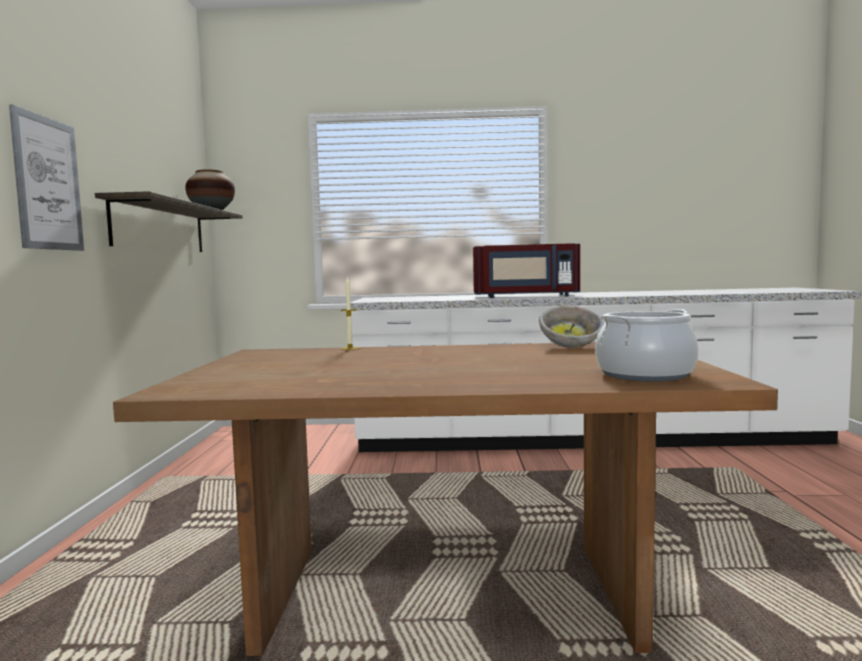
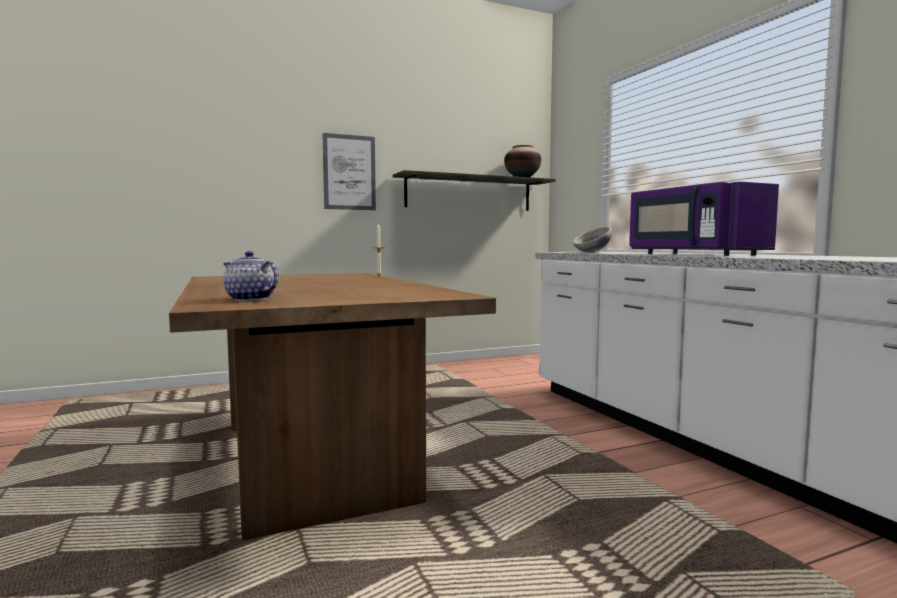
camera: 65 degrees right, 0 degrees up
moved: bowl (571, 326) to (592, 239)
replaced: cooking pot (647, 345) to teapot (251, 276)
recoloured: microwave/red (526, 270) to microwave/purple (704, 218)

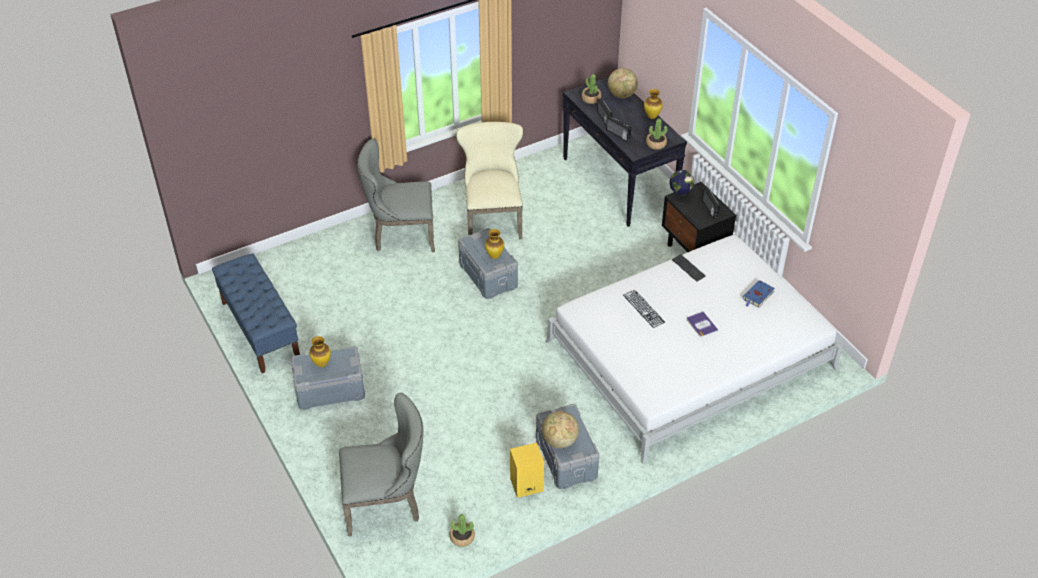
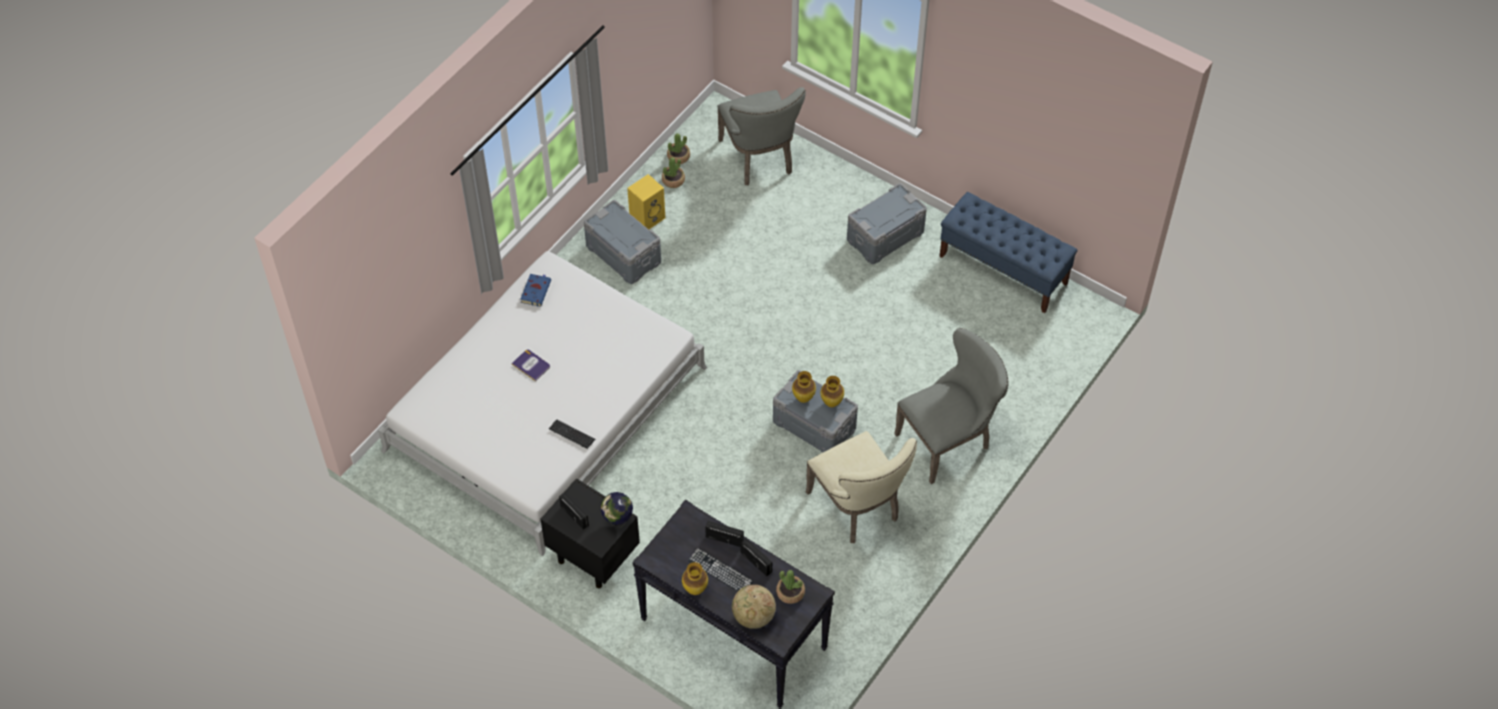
camera: 155 degrees right, 10 degrees up
removed: globe (560, 429)
moved: vase (320, 351) to (832, 391); keyboard (644, 309) to (720, 569); potted plant (656, 134) to (673, 172); book/blue (758, 294) to (535, 290)
turned: chair/grey (381, 464) = (762, 136) 75 degrees counterclockwise

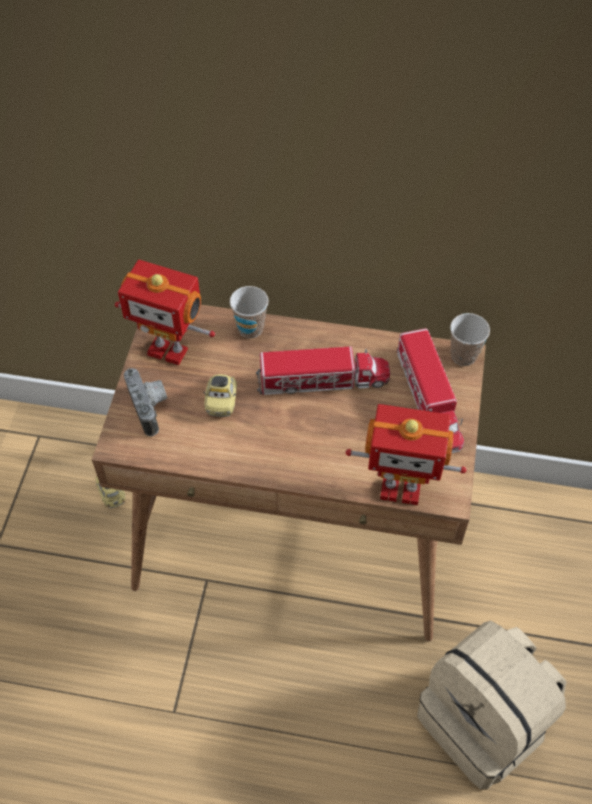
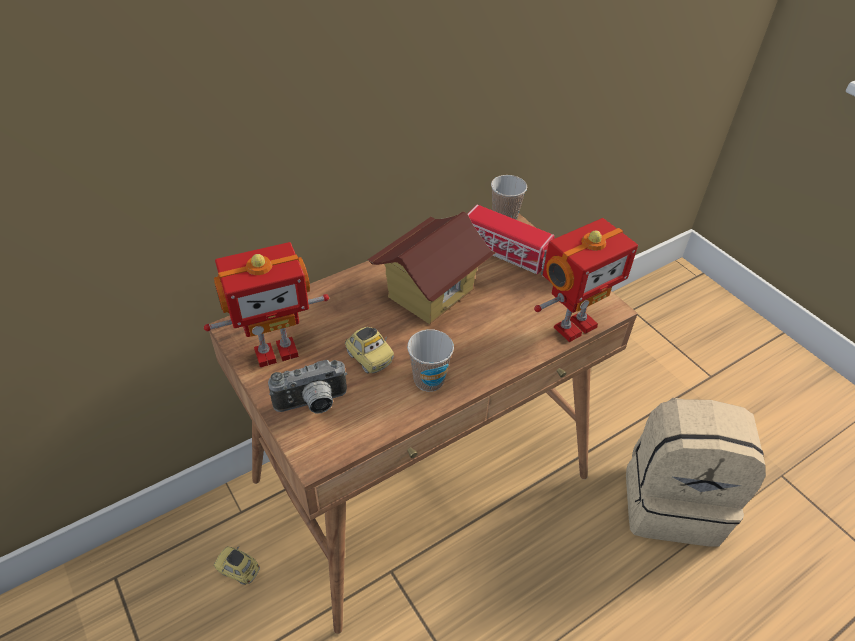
camera: 45 degrees left, 10 degrees down
moved: cup (249, 312) to (430, 360)
replaced: toy truck (323, 370) to toy house (431, 268)
turned: photo camera (145, 402) = (307, 387) 135 degrees clockwise

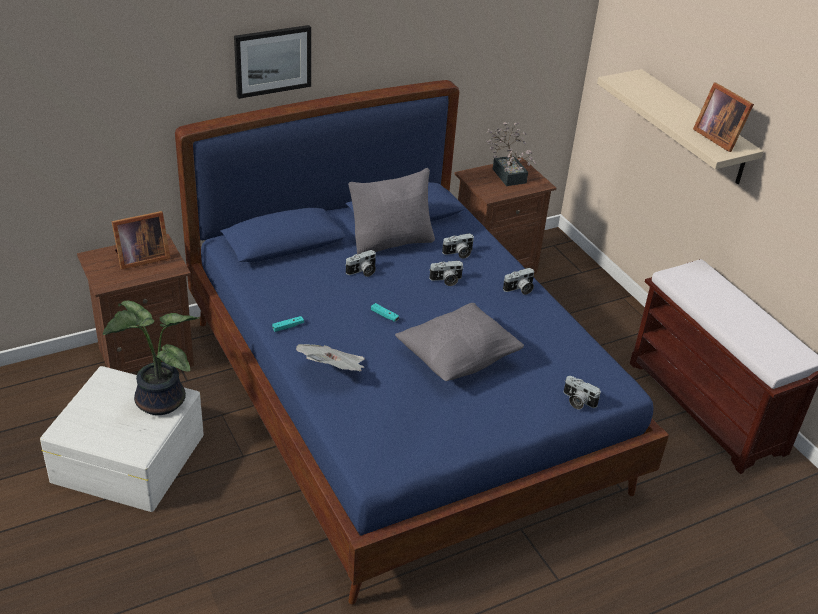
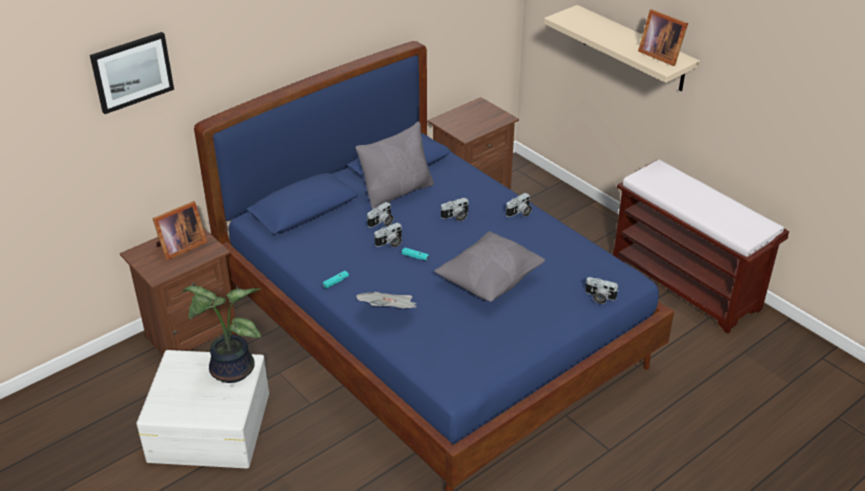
camera: 10 degrees left, 0 degrees up
removed: potted plant (511, 154)
moved: picture (272, 62) to (132, 73); photo camera (458, 246) to (388, 234)

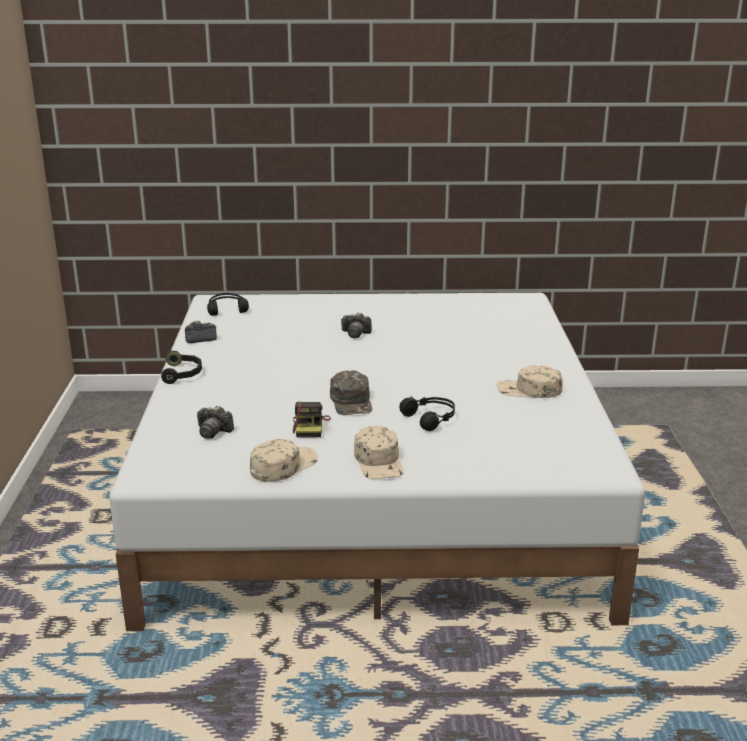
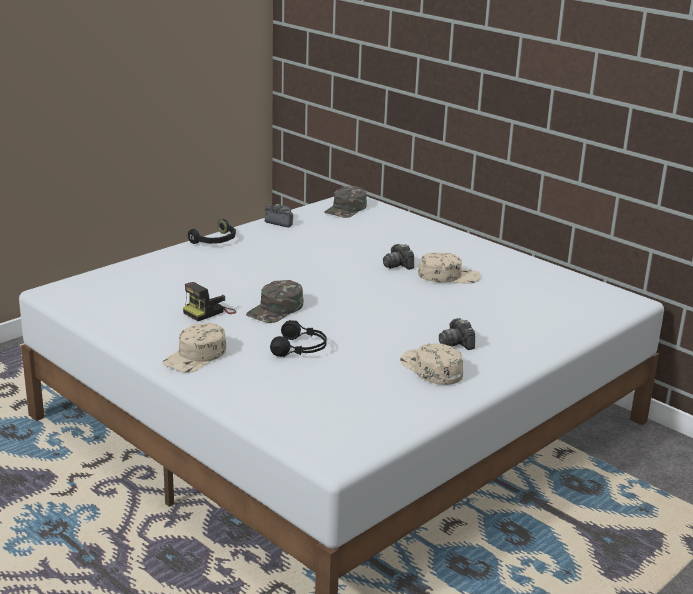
camera: 45 degrees right, 0 degrees up
moved: photo camera (215, 422) to (457, 334); cap/beige (284, 460) to (449, 268)
replaced: headphones/black (228, 304) to cap/green (345, 202)

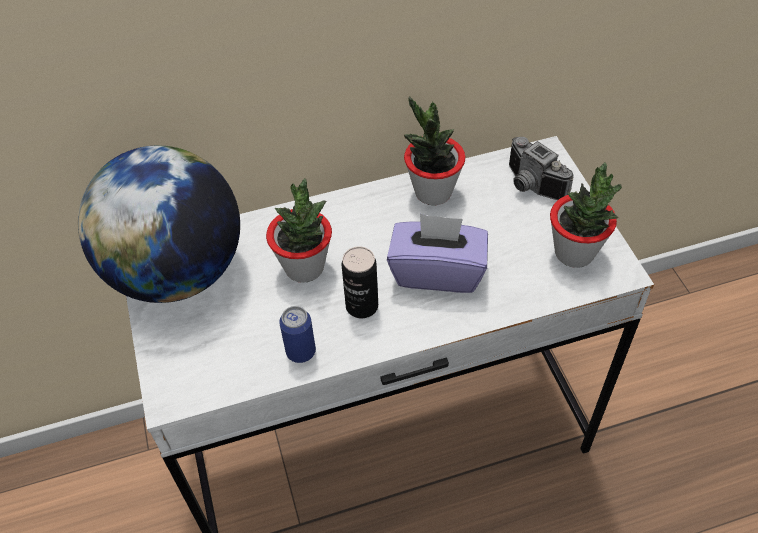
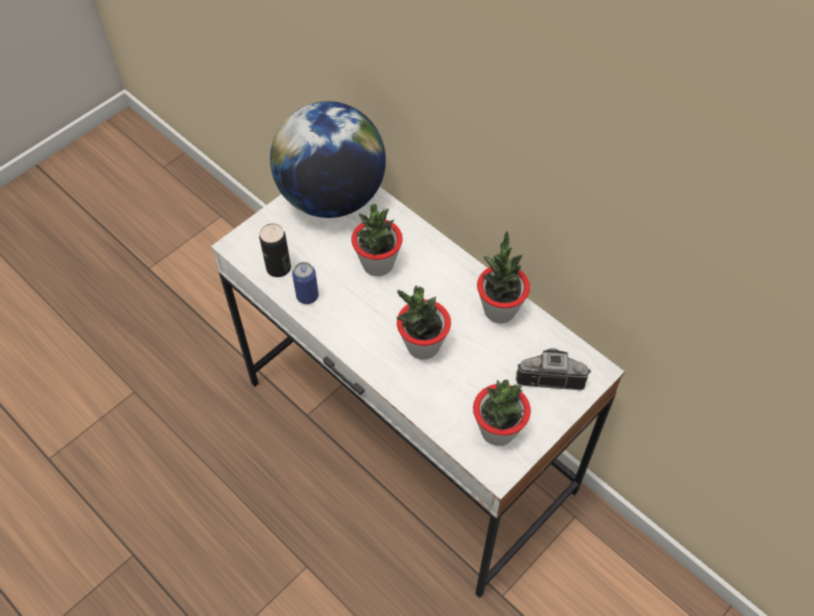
camera: 60 degrees right, 5 degrees up
moved: can (359, 282) to (275, 250)
replaced: tissue box/purple (437, 253) to potted plant (424, 322)
turned: photo camera (541, 168) = (553, 369) 75 degrees clockwise

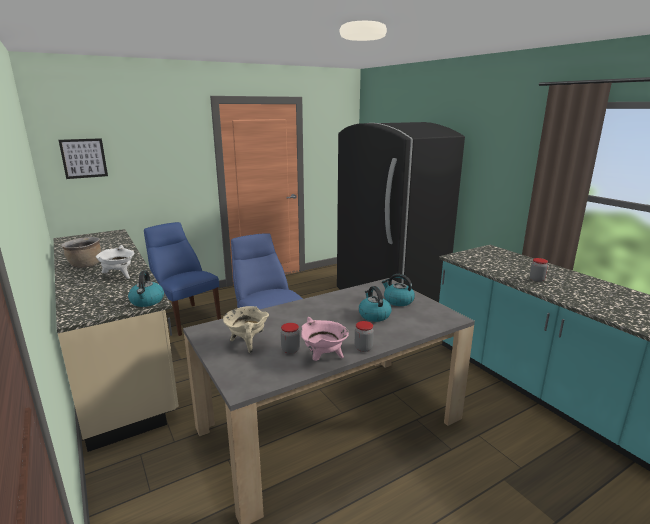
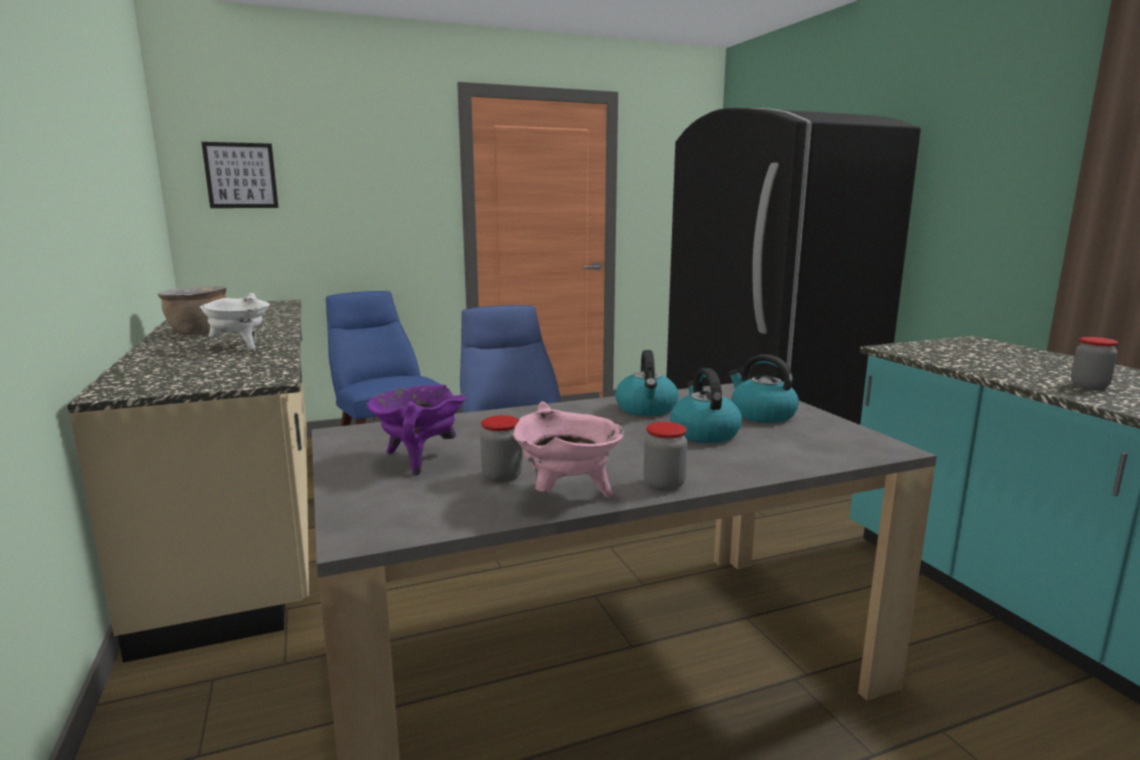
camera: 10 degrees right, 5 degrees down
moved: kettle (146, 289) to (646, 383)
recoloured: cooking pot/beige (246, 329) to cooking pot/purple (416, 430)

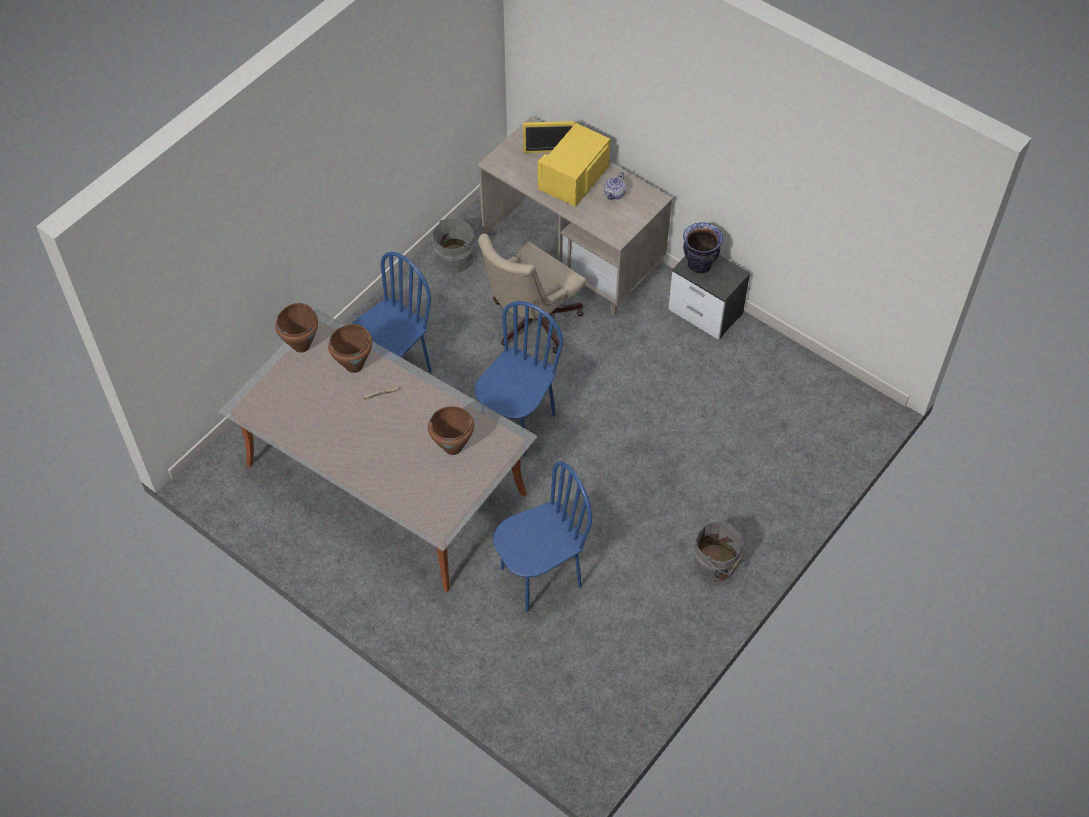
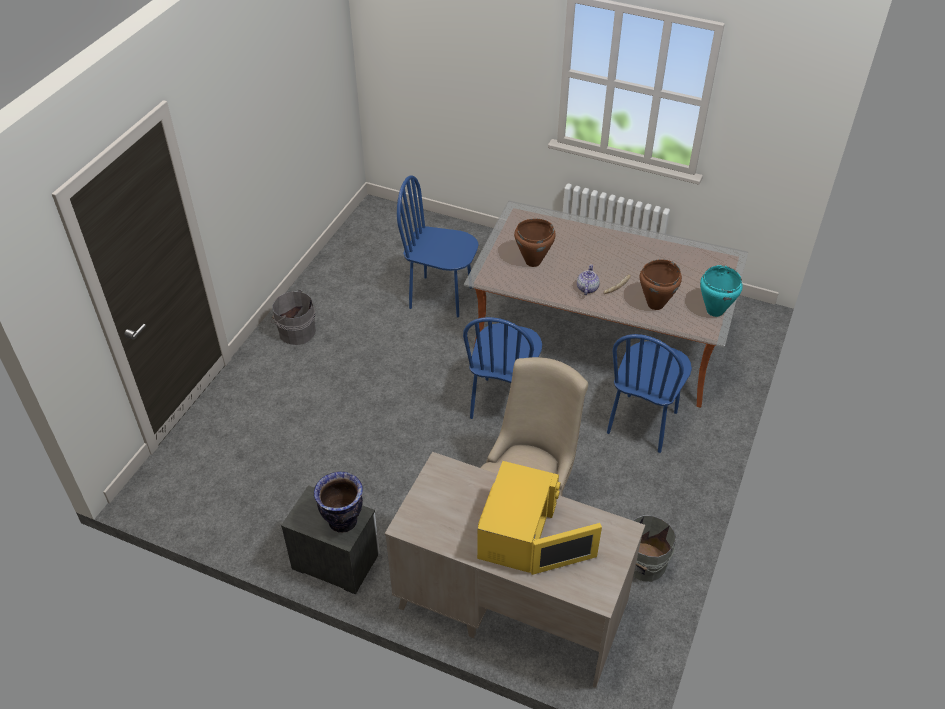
camera: 165 degrees right, 10 degrees down
moved: teapot (615, 186) to (588, 279)
recoloured: cooking pot/brown (297, 328) to cooking pot/turquoise (721, 291)
turned: chair/blue (542, 536) = (438, 246) 60 degrees clockwise

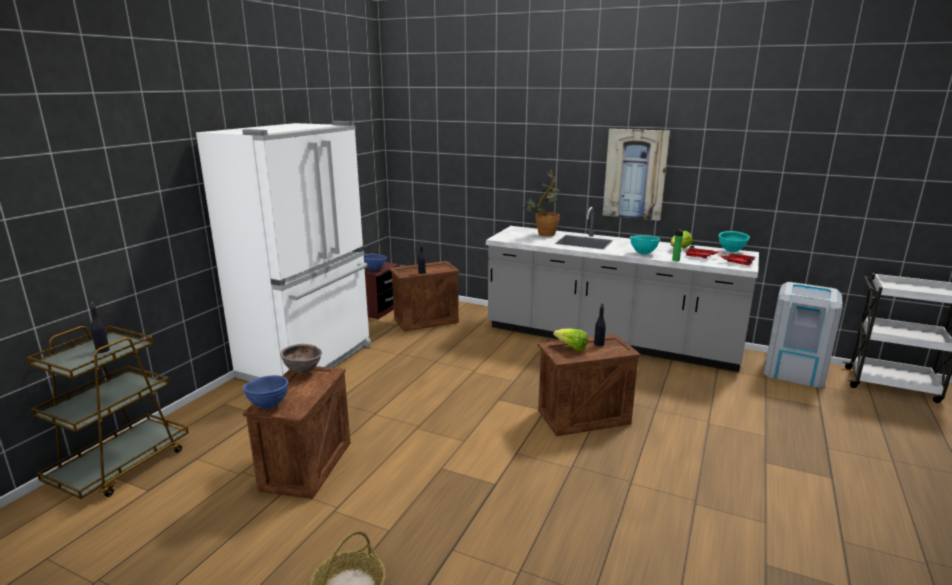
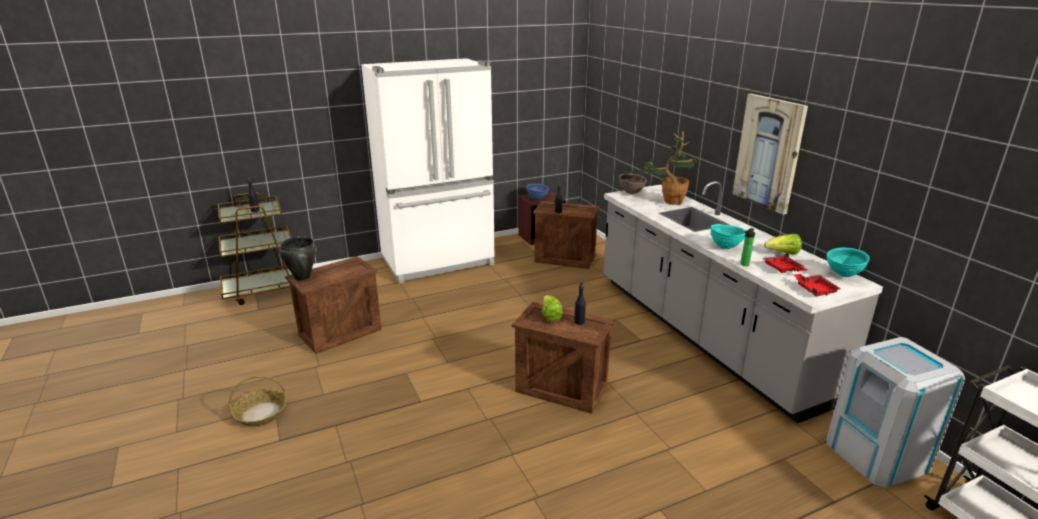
camera: 40 degrees right, 5 degrees up
moved: bowl/brown (301, 359) to (633, 183)
replaced: bowl/blue (265, 392) to cooking pot/black (298, 258)

